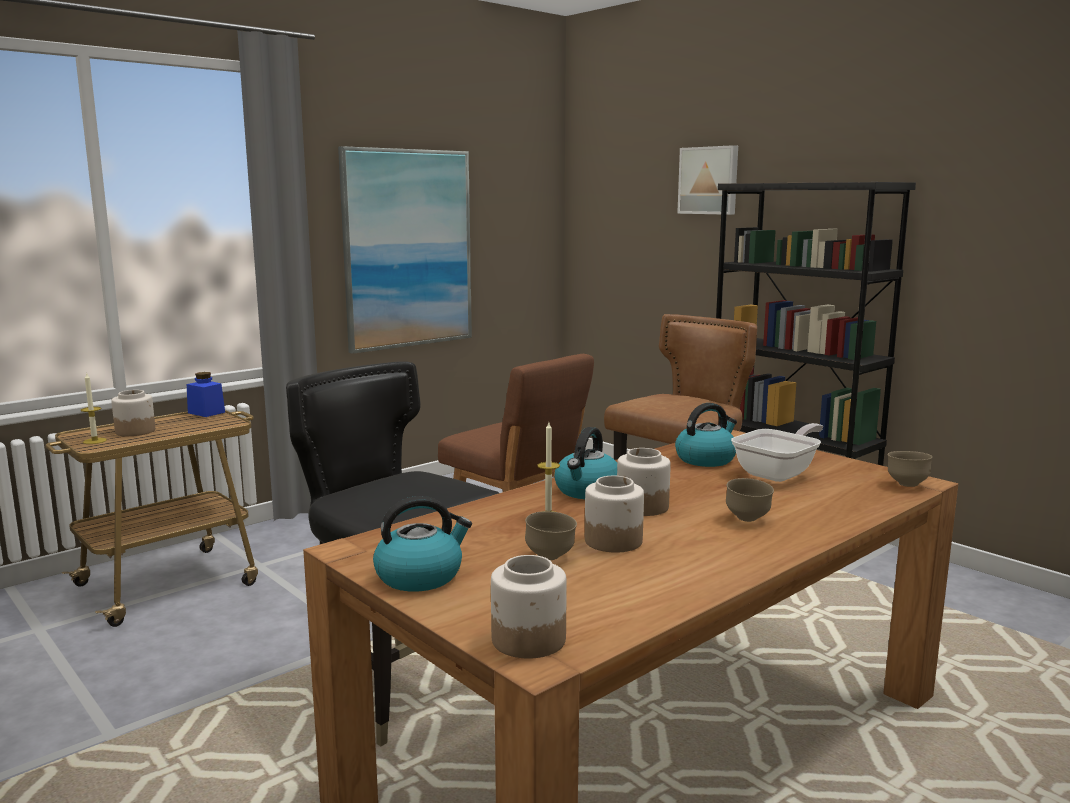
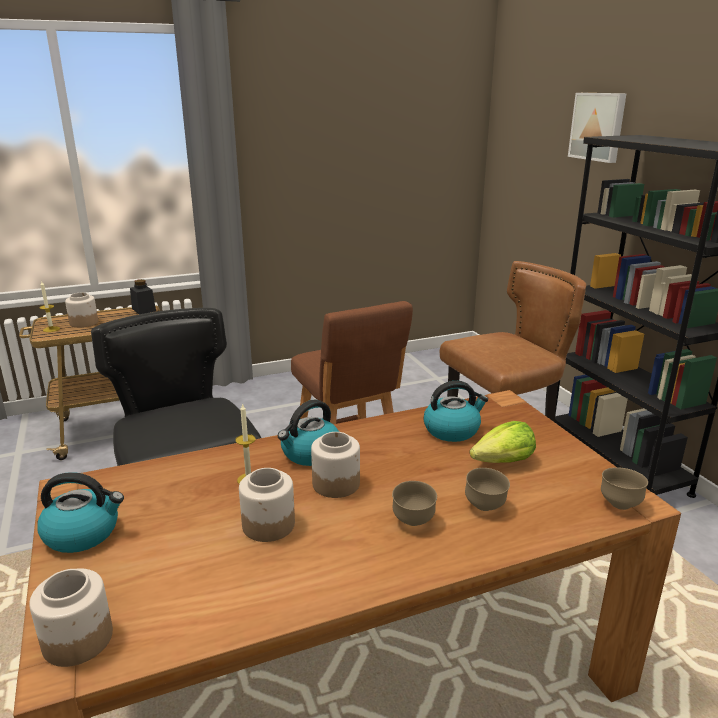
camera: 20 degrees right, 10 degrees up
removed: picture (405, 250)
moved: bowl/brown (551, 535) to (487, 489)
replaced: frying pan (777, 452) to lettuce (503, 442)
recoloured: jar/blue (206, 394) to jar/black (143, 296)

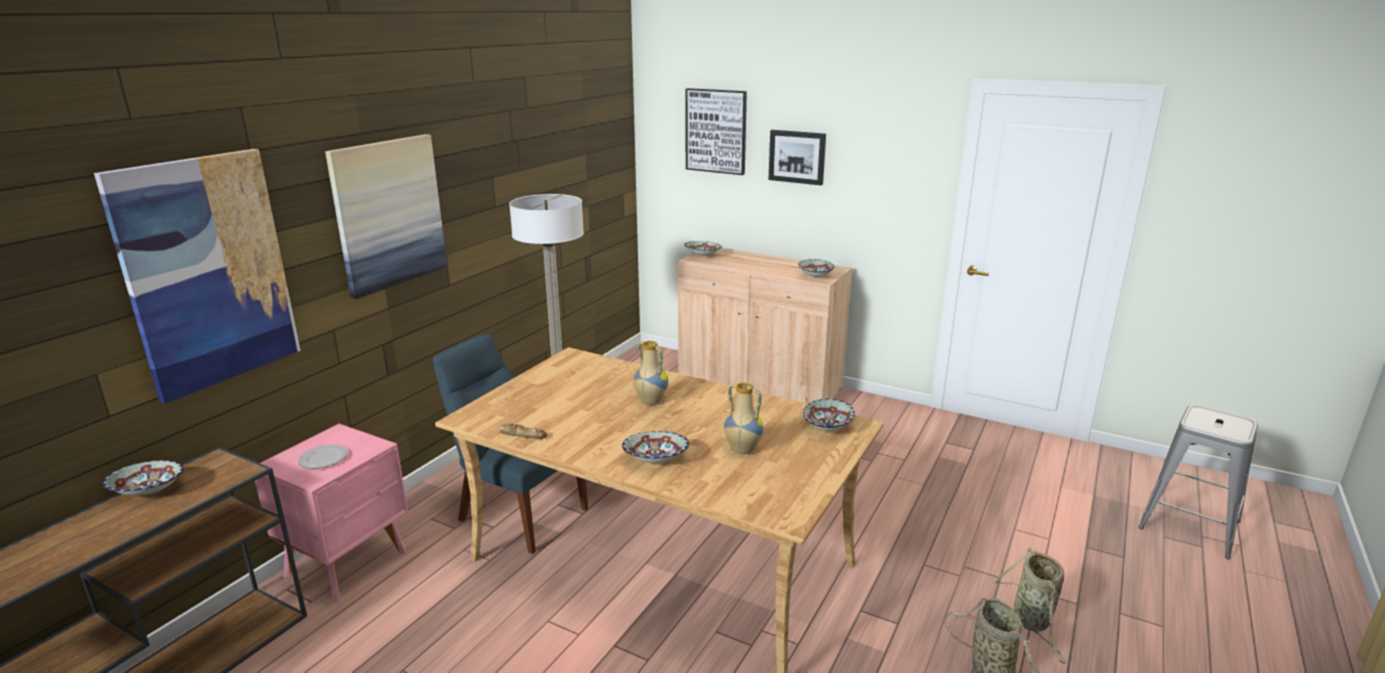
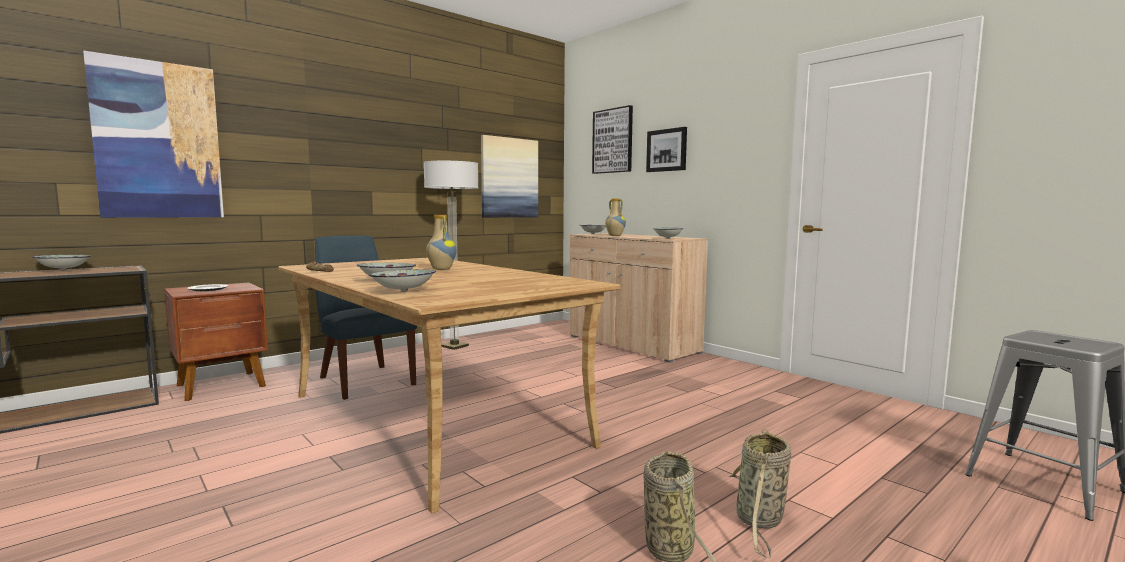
camera: 20 degrees right, 15 degrees down
moved: picture (386, 216) to (509, 176); vase (743, 418) to (615, 217); bowl (829, 415) to (402, 280)
recoloured: nightstand/pink (331, 513) to nightstand/brown (216, 341)

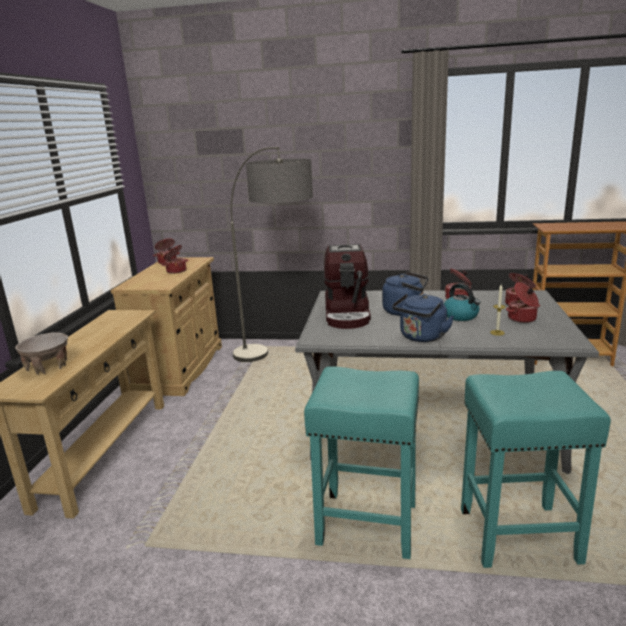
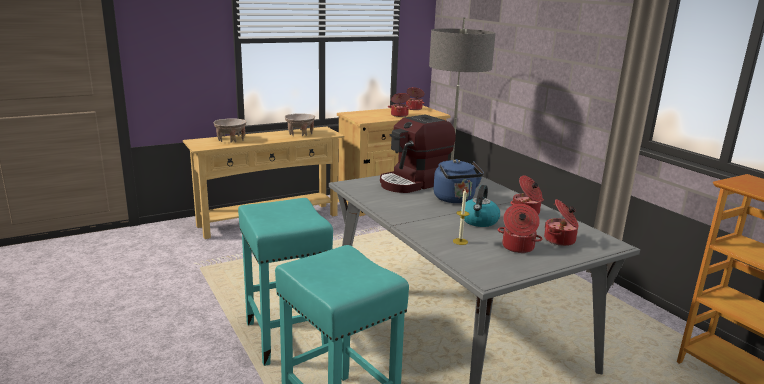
camera: 50 degrees right, 0 degrees up
removed: kettle/blue (423, 318)
added: bowl/beige (300, 124)

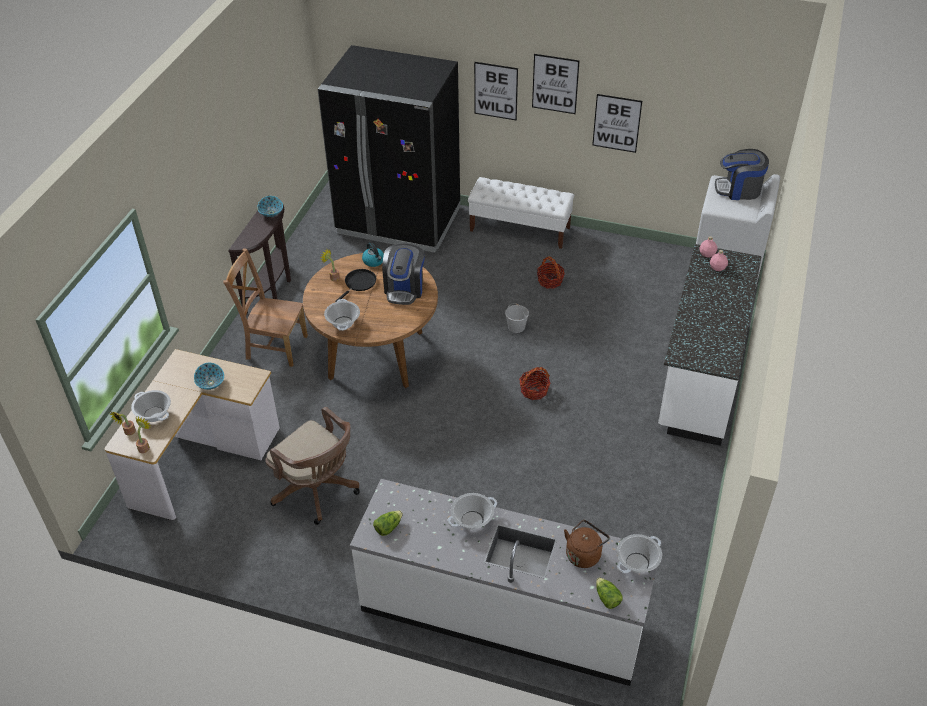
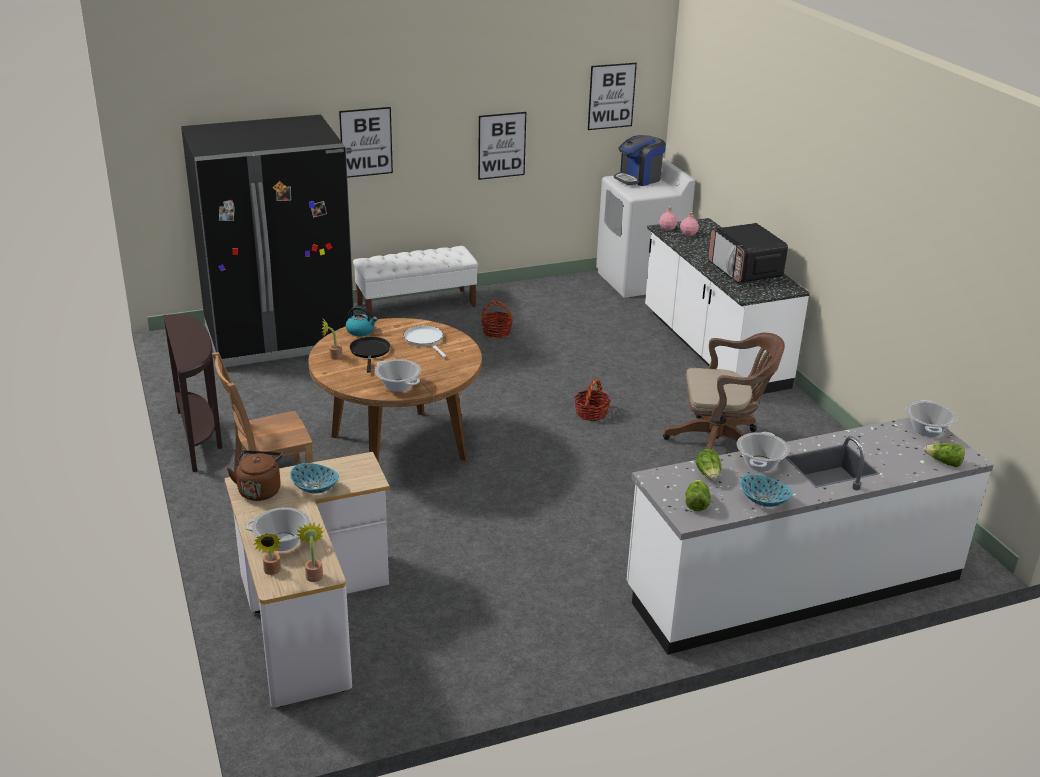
camera: 40 degrees left, 15 degrees down
removed: bucket/white (517, 318)
added: lettuce (708, 464); microwave (748, 253)
moved: bowl (270, 206) to (766, 490); office chair/brown (312, 466) to (724, 391); picture (556, 84) to (612, 96); kettle/brown (587, 544) to (254, 475)
replaced: coffee machine (403, 274) to frying pan/white (425, 341)

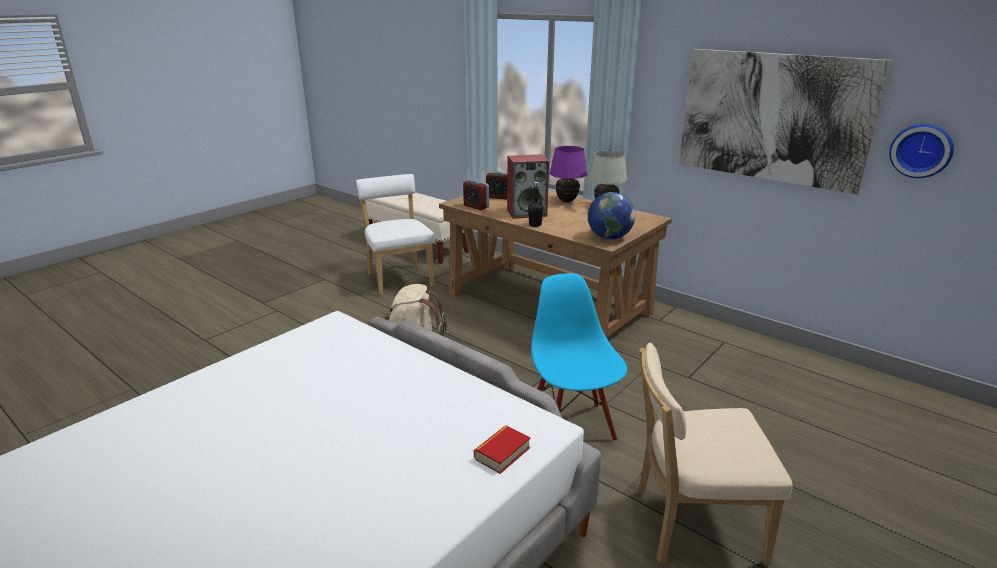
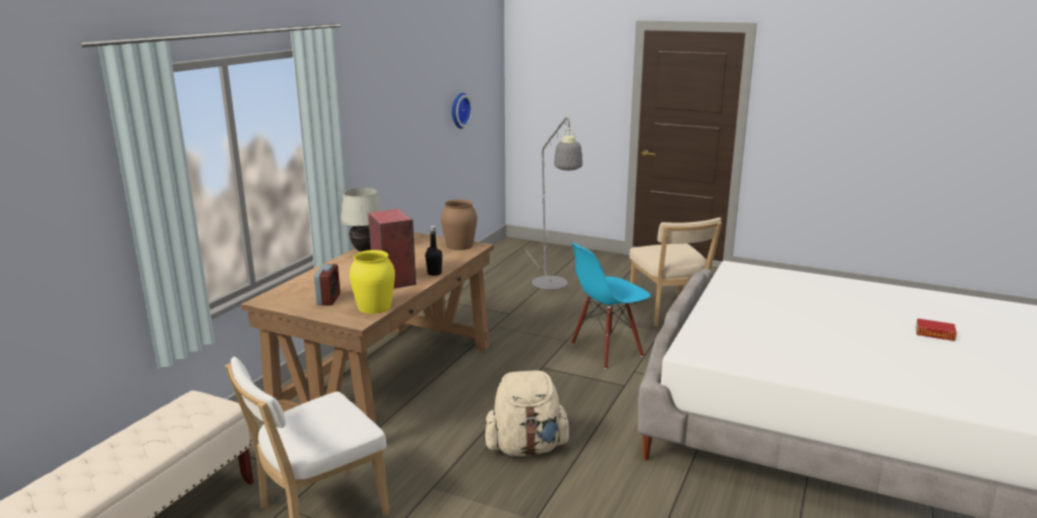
camera: 105 degrees left, 5 degrees down
removed: table lamp/purple (568, 174); picture (785, 121)
added: floor lamp/grey (555, 202)
moved: book (502, 450) to (936, 329)
replaced: alarm clock (476, 195) to vase/yellow (372, 282); globe (611, 215) to vase/brown (459, 224)

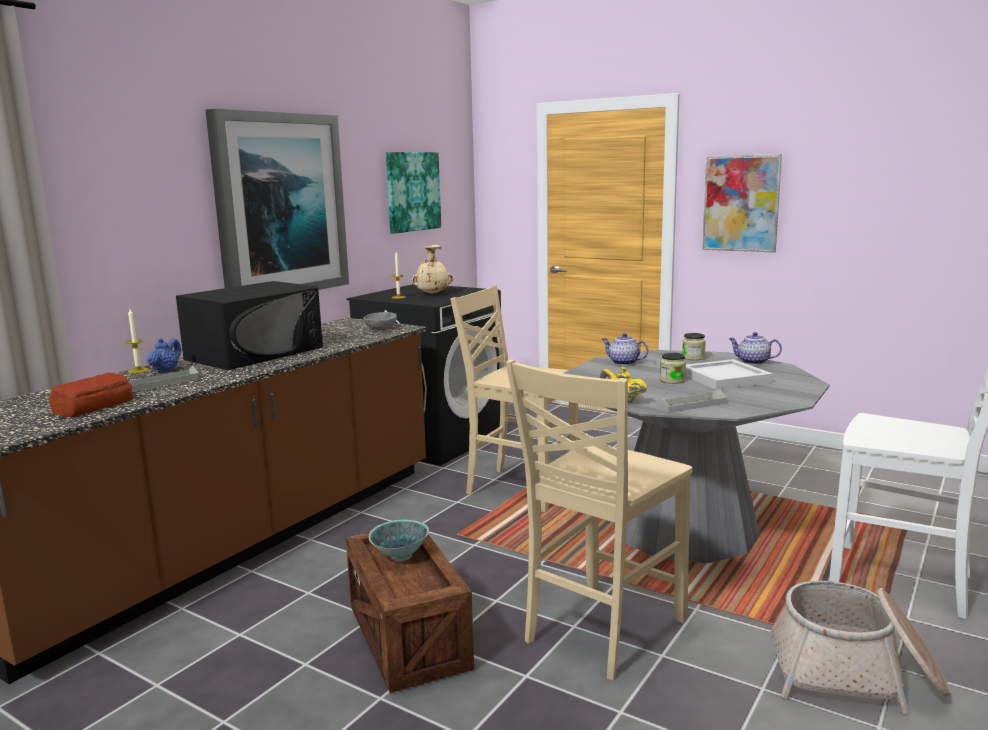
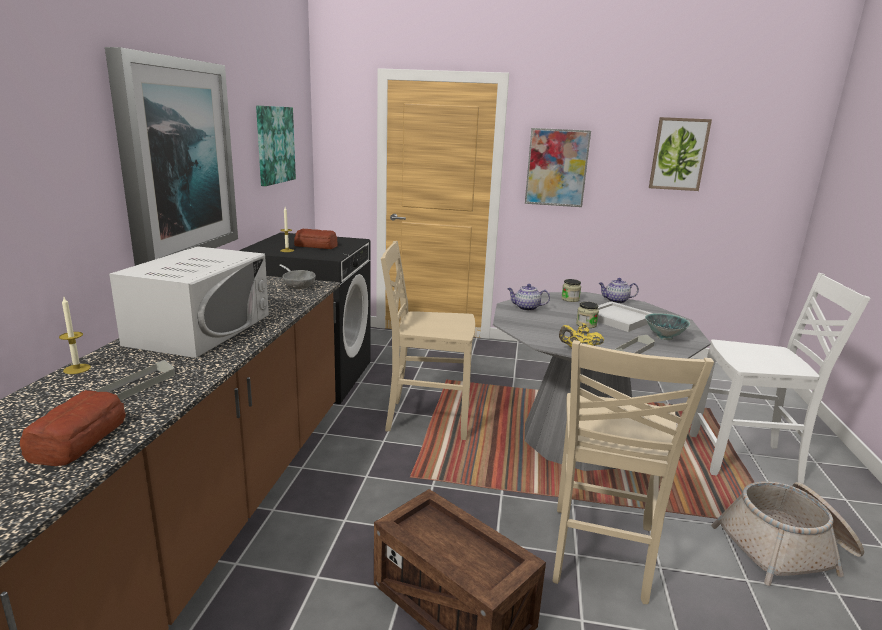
camera: 25 degrees left, 5 degrees up
removed: teapot/blue (164, 355)
added: picture (680, 154)
moved: bowl (399, 541) to (667, 326)
replaced: vase/beige (432, 270) to bread (316, 239)
recoloured: microwave/black (249, 325) to microwave/white (189, 302)

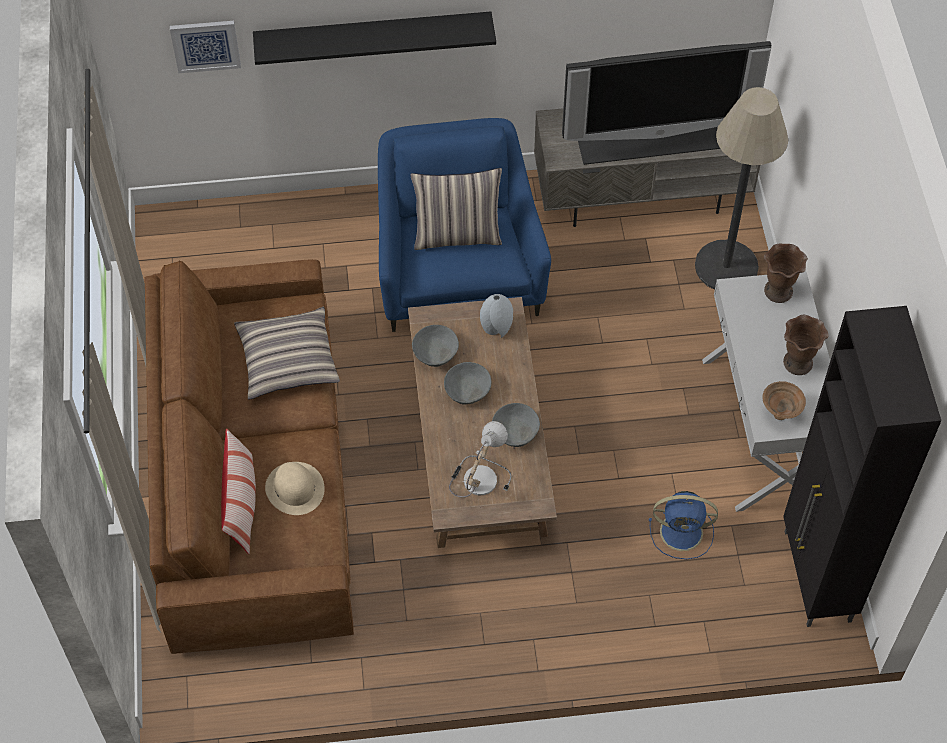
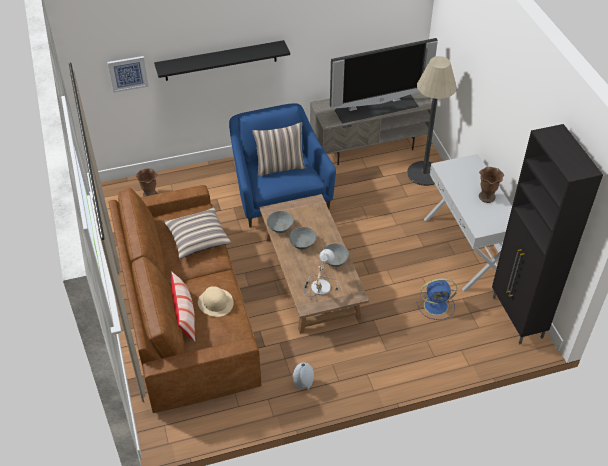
camera: 10 degrees left, 10 degrees down
removed: bowl/brown (784, 400)
moved: vase/grey (496, 316) to (303, 376); vase/brown (786, 273) to (147, 182)

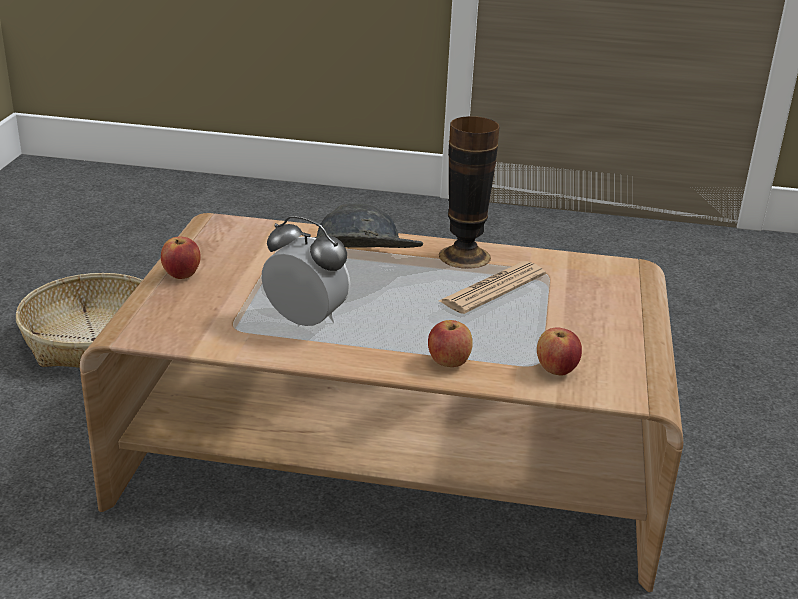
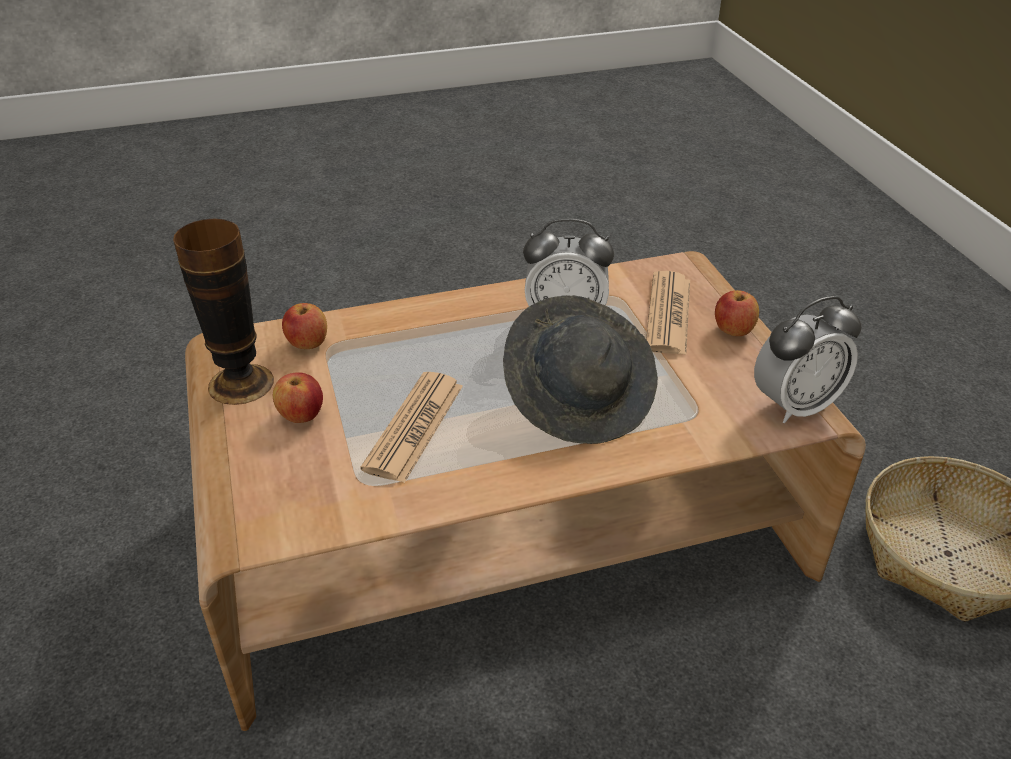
camera: 155 degrees right, 10 degrees up
added: newspaper (668, 313); alarm clock (808, 359)
moved: apple (450, 343) to (298, 397); vase (469, 192) to (223, 312)

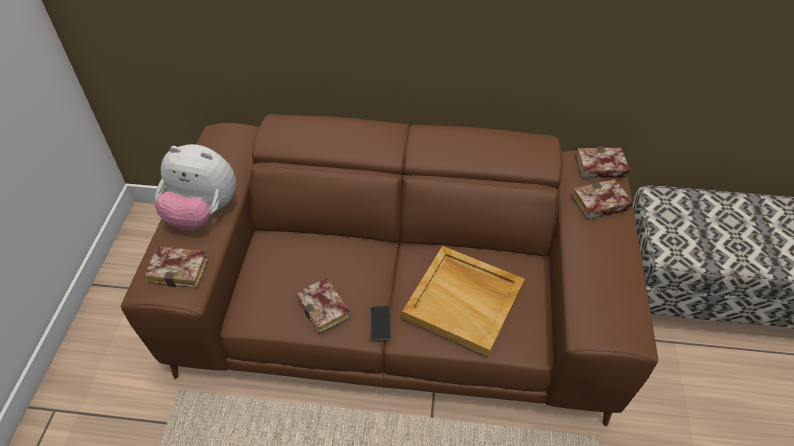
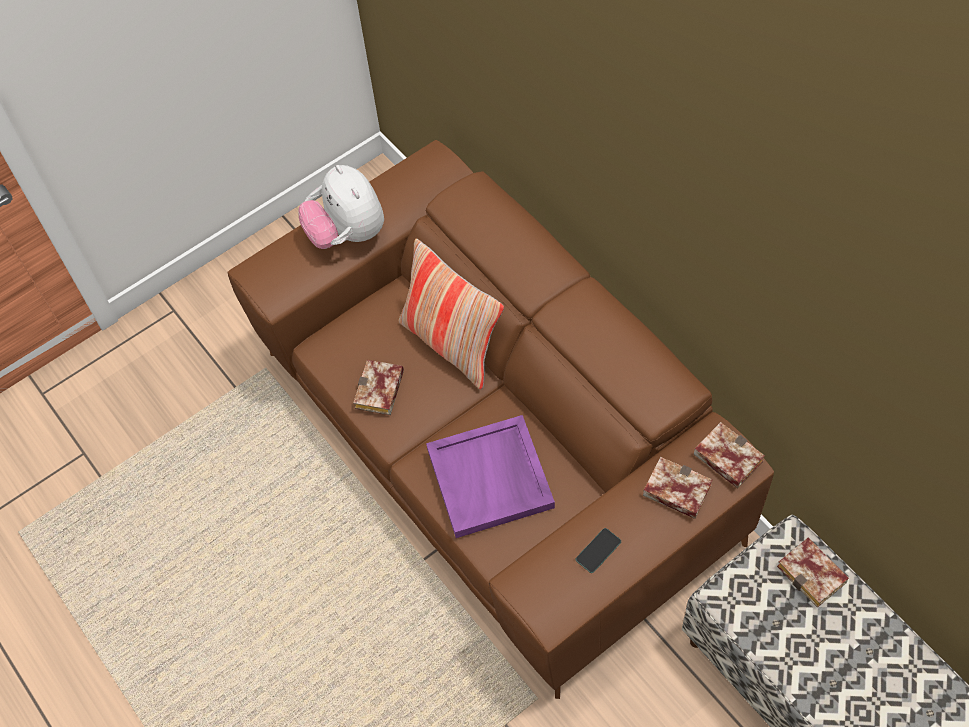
camera: 50 degrees right, 10 degrees up
added: pillow (451, 314)
moved: book (176, 267) to (813, 573); phone (381, 323) to (598, 550)
recoloured: tray/beige (463, 301) to tray/purple (490, 476)

